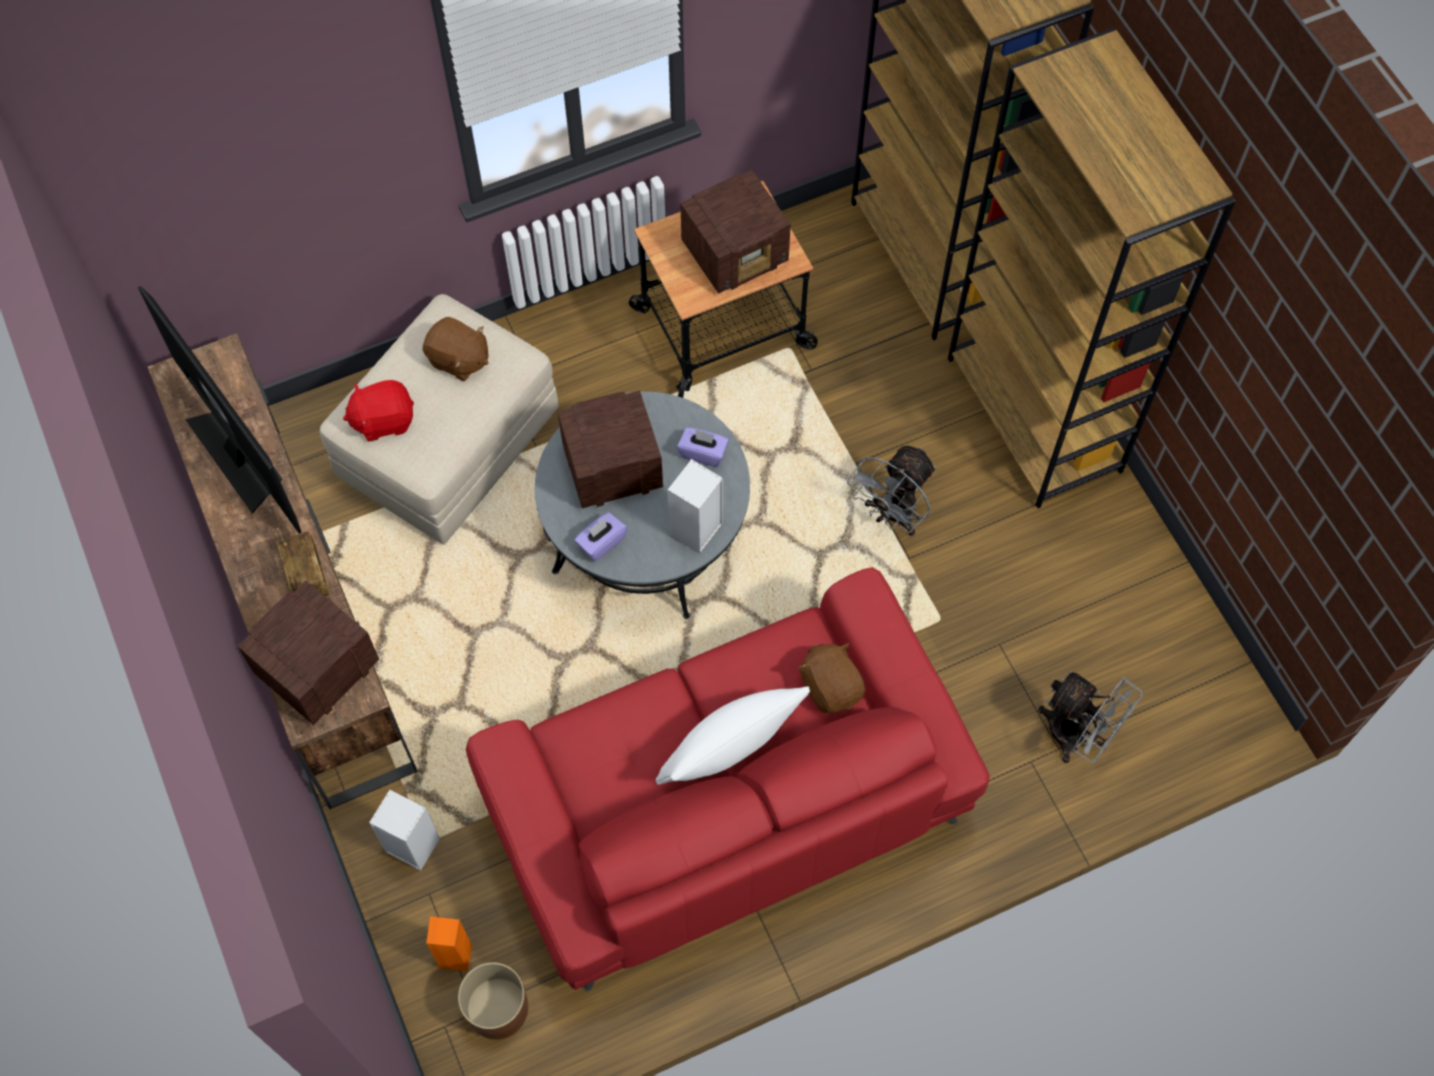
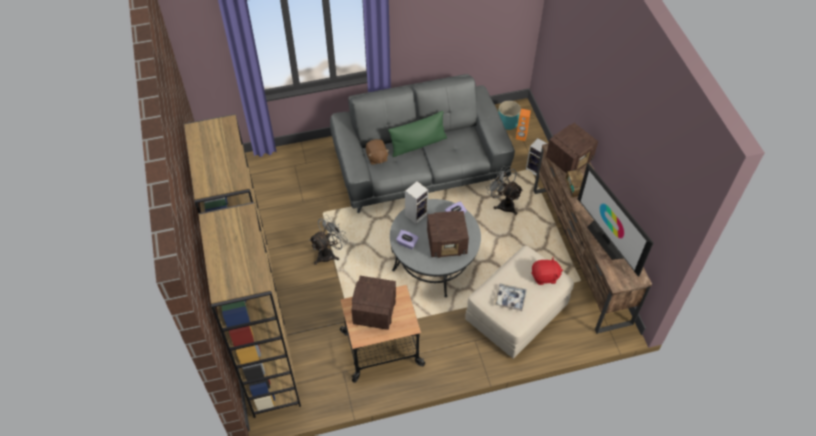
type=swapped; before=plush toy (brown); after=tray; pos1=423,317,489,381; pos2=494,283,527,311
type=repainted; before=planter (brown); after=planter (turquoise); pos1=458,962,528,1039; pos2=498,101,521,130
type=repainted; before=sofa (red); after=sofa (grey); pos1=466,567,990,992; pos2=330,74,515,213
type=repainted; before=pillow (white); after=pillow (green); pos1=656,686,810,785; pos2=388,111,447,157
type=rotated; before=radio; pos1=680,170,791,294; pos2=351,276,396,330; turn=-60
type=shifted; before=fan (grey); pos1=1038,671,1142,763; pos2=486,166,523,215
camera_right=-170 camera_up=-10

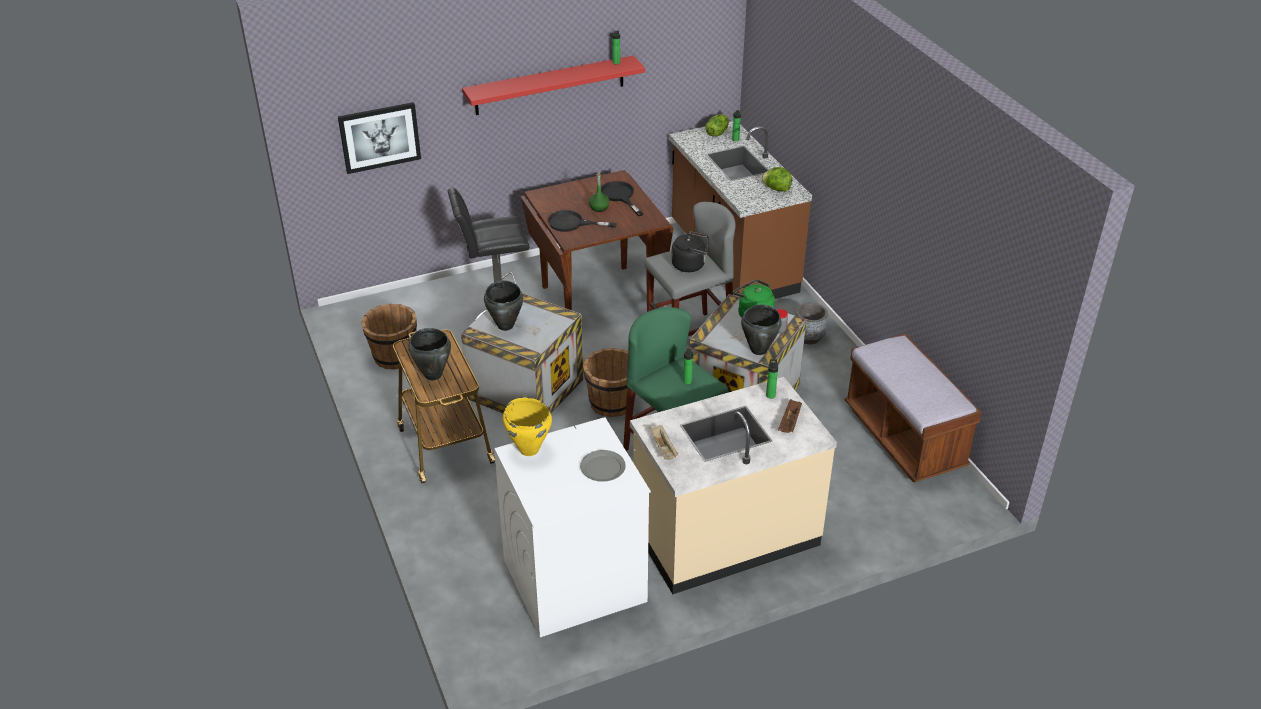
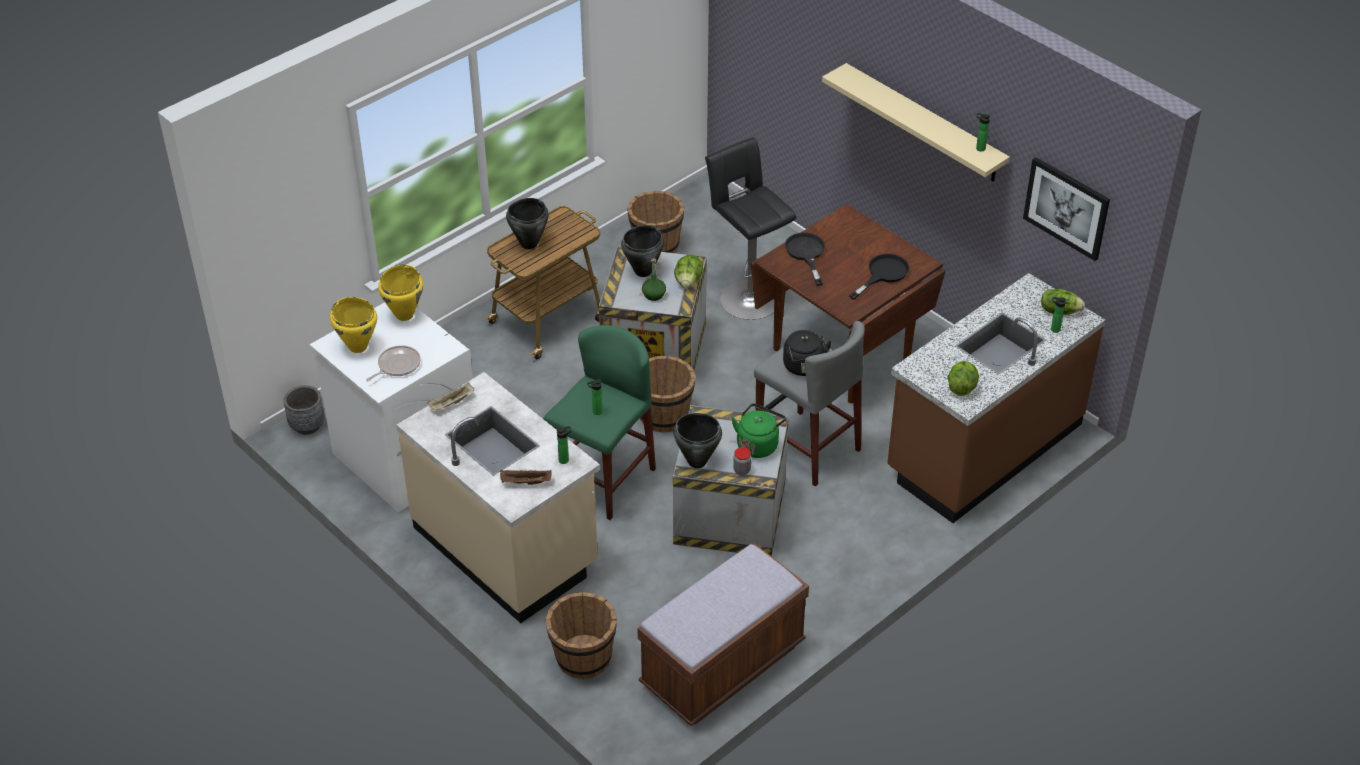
type=shifted; before=picture; pos1=338,102,421,174; pos2=1023,157,1110,261
type=repainted; before=shelf (red); after=shelf (beige); pos1=462,56,645,115; pos2=822,63,1010,182
type=swapped; before=plate (grey); after=frying pan; pos1=580,450,626,482; pos2=366,345,421,381
type=shifted; before=bottle (green); pos1=589,173,610,212; pos2=642,258,666,301
type=shifted; before=planter (grey); pos1=795,303,828,345; pos2=284,385,325,435
type=new; after=cooking pot (yellow); pos2=330,297,377,353
type=new; after=bucket (brown); pos2=545,592,617,679
type=new; after=lettuce; pos2=674,255,703,288
camera_right=70 camera_up=5

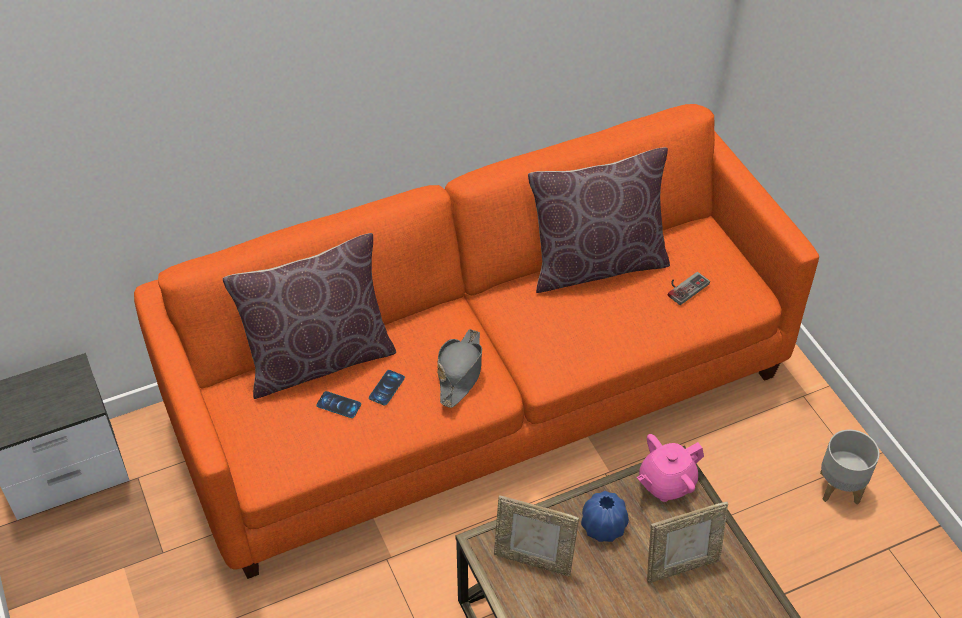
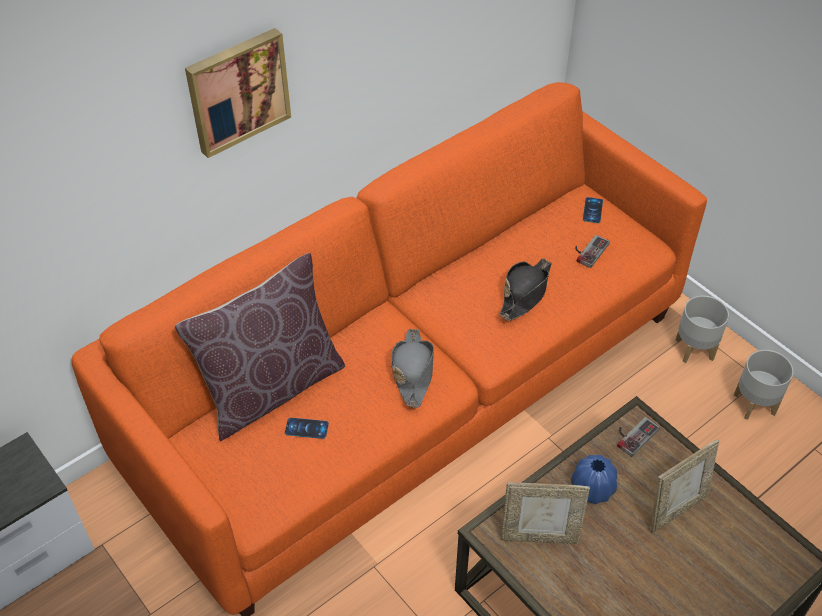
type=shifted; before=phone; pos1=369,370,405,406; pos2=583,197,603,223
type=gone; before=pillow (brown); pos1=528,147,670,293
type=swapped; before=teapot (pink); after=game controller; pos1=637,434,704,502; pos2=617,417,660,457
type=new; after=picture; pos2=185,28,291,158
type=new; after=hat (black); pos2=500,258,552,321
type=new; after=planter (grey); pos2=676,295,729,363
camera_right=-15 camera_up=0

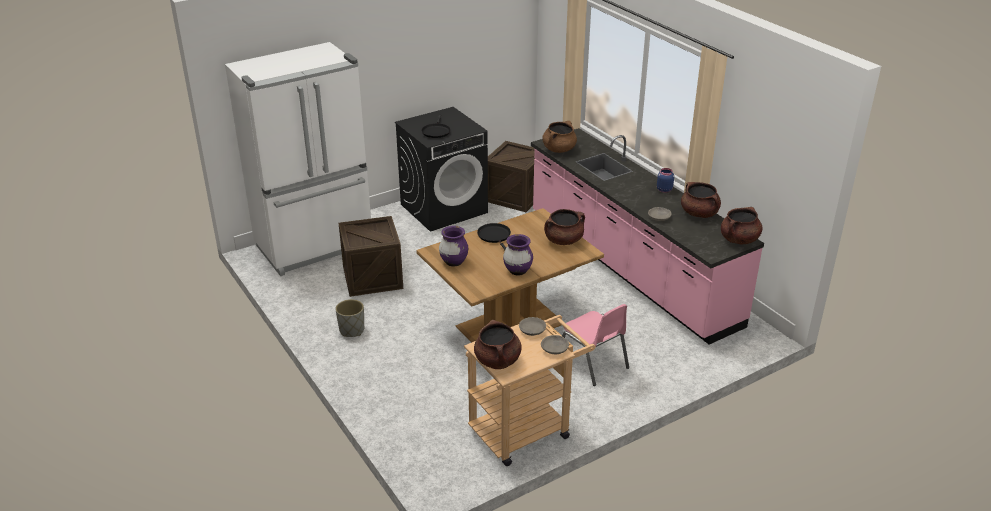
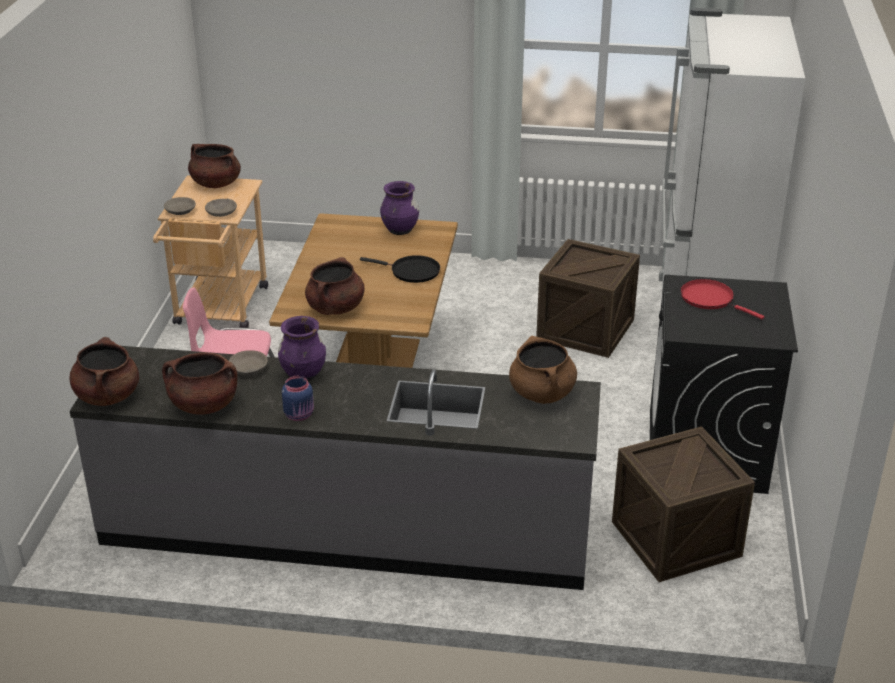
type=gone; before=planter (grey); pos1=335,299,364,337
type=repainted; before=frying pan (black); after=frying pan (red); pos1=421,115,451,138; pos2=680,279,764,320
type=shifted; before=vase (purple); pos1=503,234,533,276; pos2=278,316,326,381
type=repainted; before=counter (pink); after=counter (grey); pos1=531,128,764,344; pos2=70,346,601,590
camera_right=130 camera_up=0

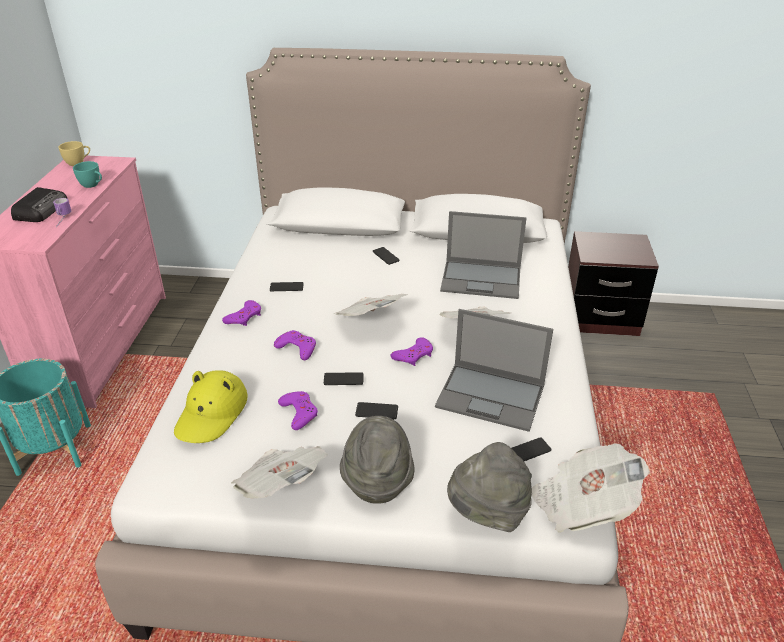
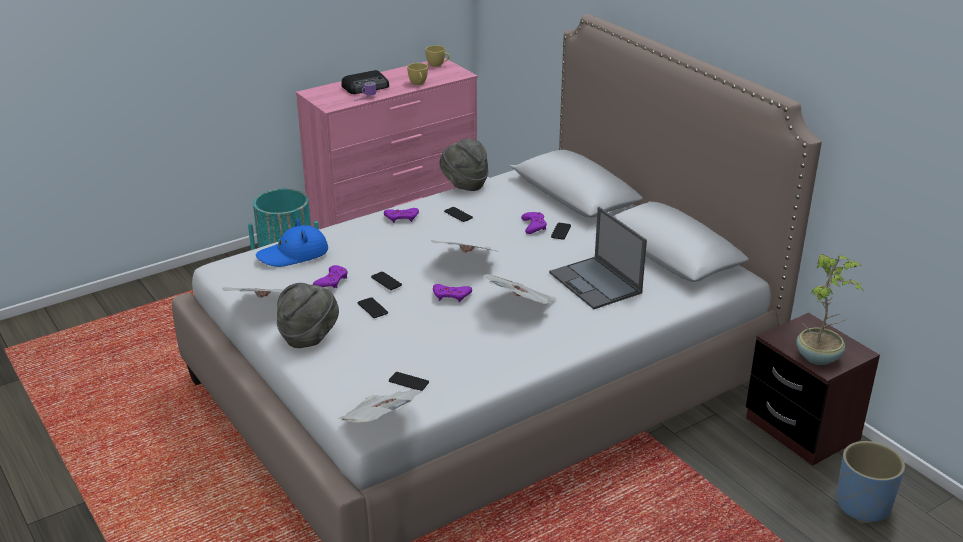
type=repainted; before=cup (turquoise); after=cup (yellow); pos1=73,161,102,188; pos2=407,63,428,85
type=repainted; before=hat (yellow); after=hat (blue); pos1=174,370,248,443; pos2=256,219,328,267
type=shifted; before=game controller (purple); pos1=274,330,316,360; pos2=521,212,547,234
type=gone; before=laptop; pos1=435,309,553,432
type=shifted; before=hat (grey); pos1=447,442,532,532; pos2=440,139,489,191
type=new; after=potted plant; pos2=796,254,864,365
type=new; after=planter (blue); pos2=836,441,905,523
camera_right=50 camera_up=-5

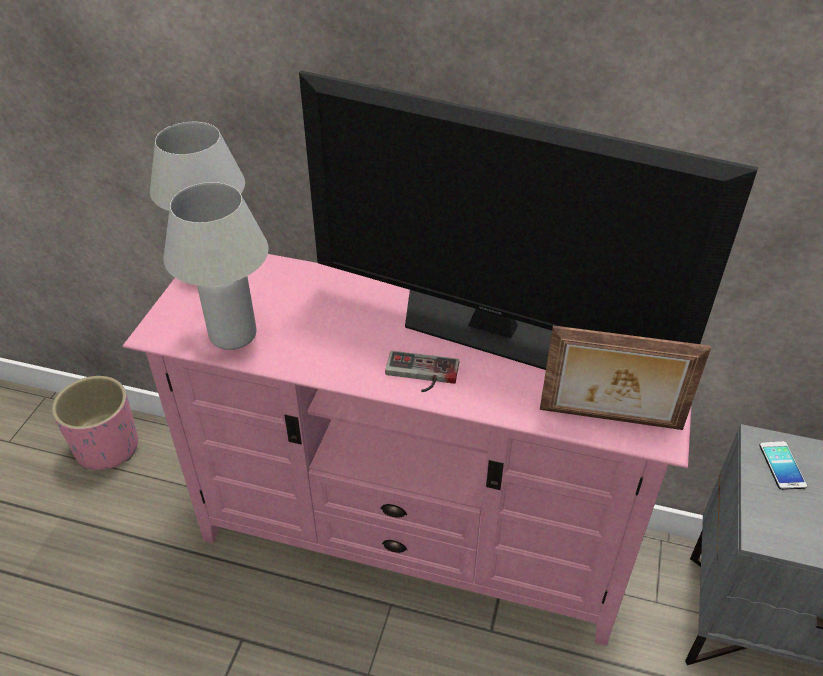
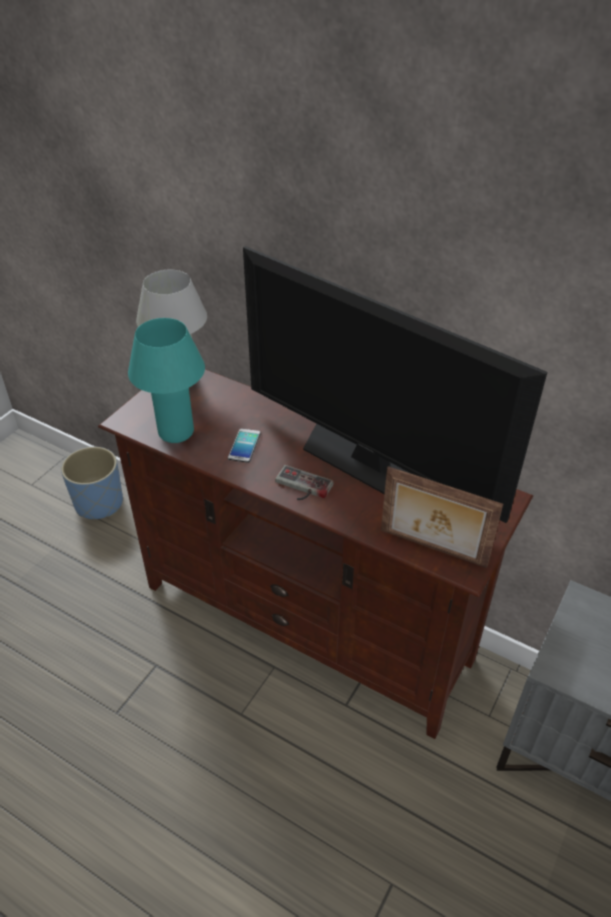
type=repainted; before=planter (pink); after=planter (blue); pos1=52,376,138,470; pos2=61,447,123,519
type=repainted; before=tv stand (pink); after=tv stand (brown); pos1=123,254,692,646; pos2=98,369,533,739
type=repainted; before=table lamp (white); after=table lamp (turquoise); pos1=163,182,269,350; pos2=128,318,205,443
type=shifted; before=phone; pos1=759,441,807,490; pos2=228,428,261,463
camera_right=15 camera_up=0

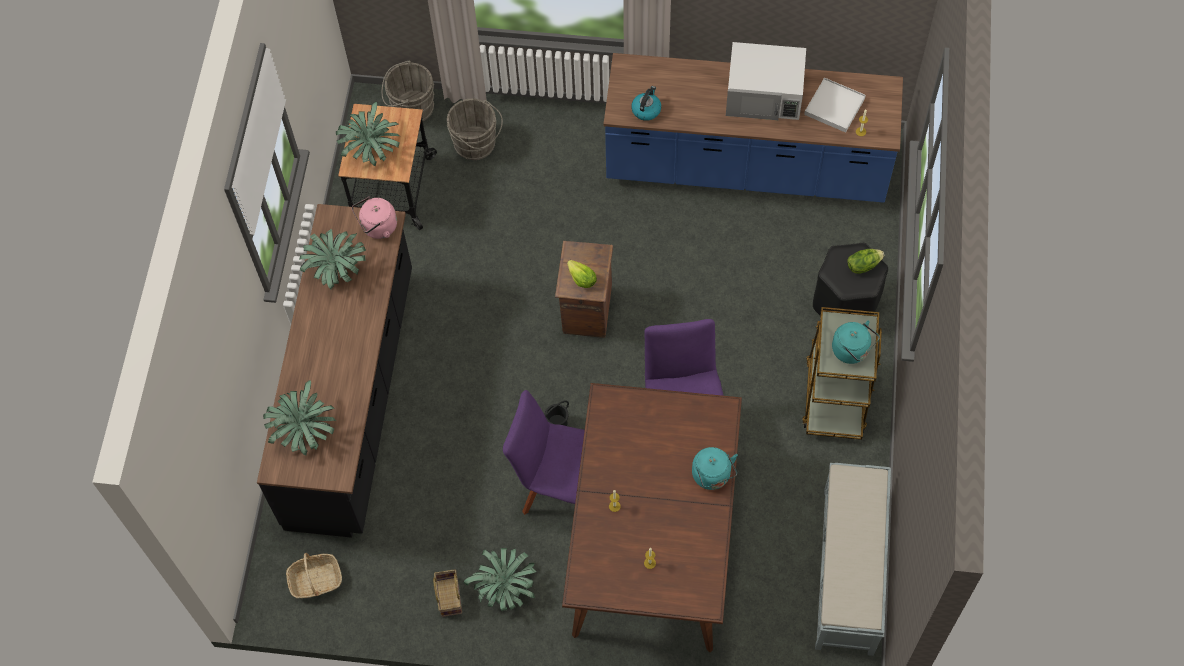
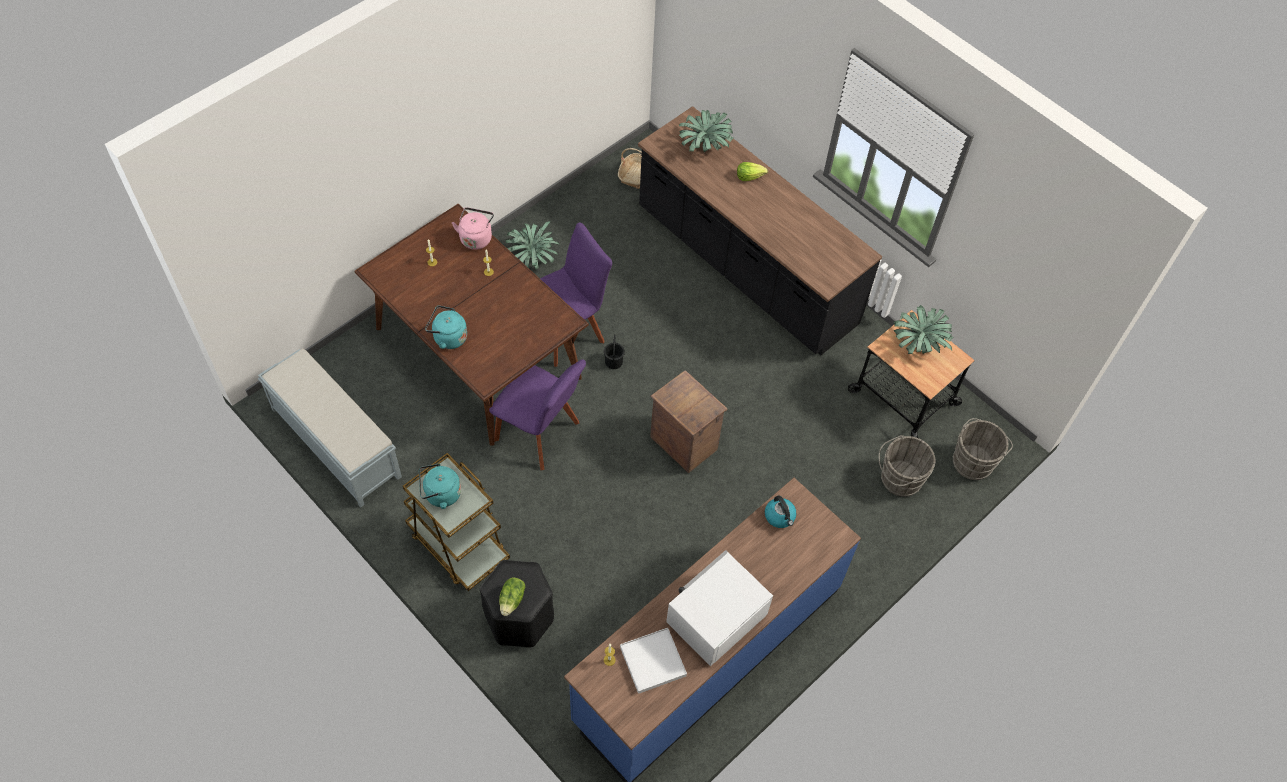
type=gone; before=potted plant; pos1=299,229,366,289
type=shifted; before=kettle (pink); pos1=352,197,397,239; pos2=452,207,494,250
type=gone; before=basket; pos1=433,569,462,617
type=shifted; before=lettuce; pos1=567,260,597,288; pos2=737,162,768,181
camera_right=125 camera_up=-5

